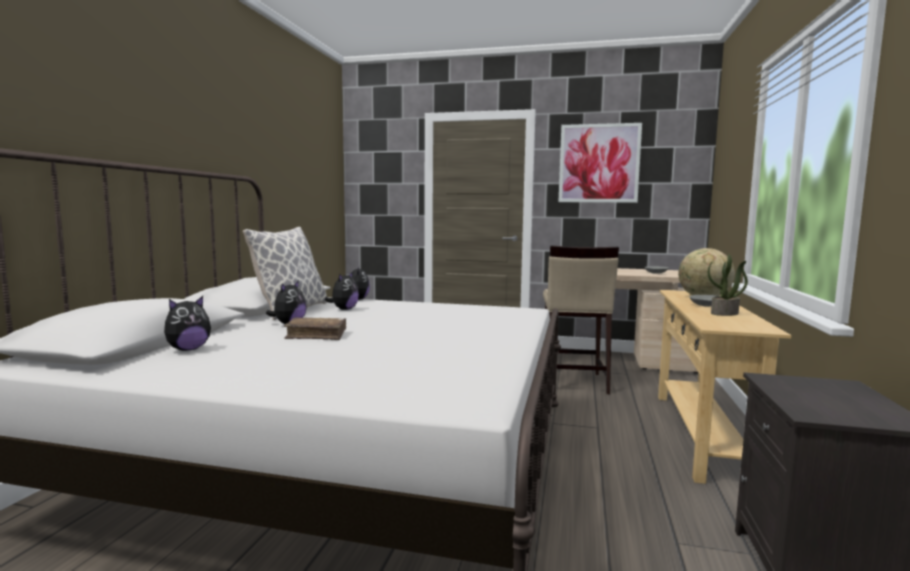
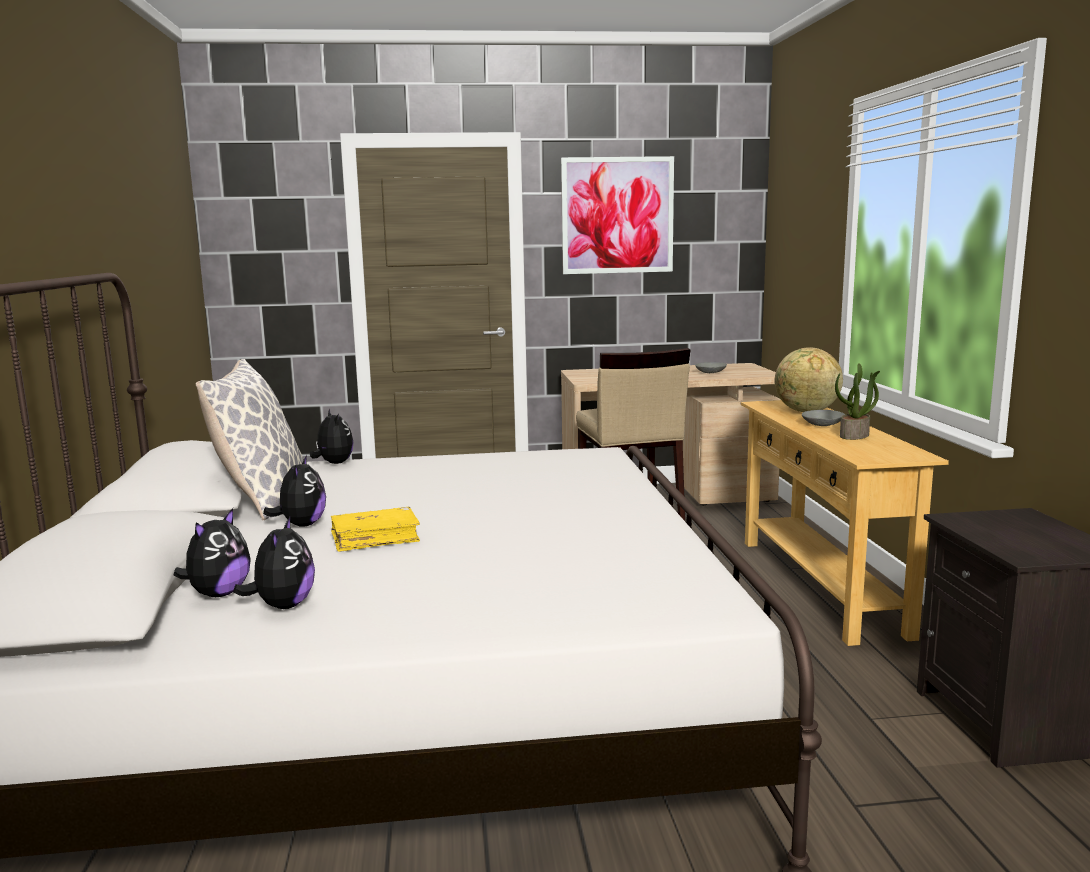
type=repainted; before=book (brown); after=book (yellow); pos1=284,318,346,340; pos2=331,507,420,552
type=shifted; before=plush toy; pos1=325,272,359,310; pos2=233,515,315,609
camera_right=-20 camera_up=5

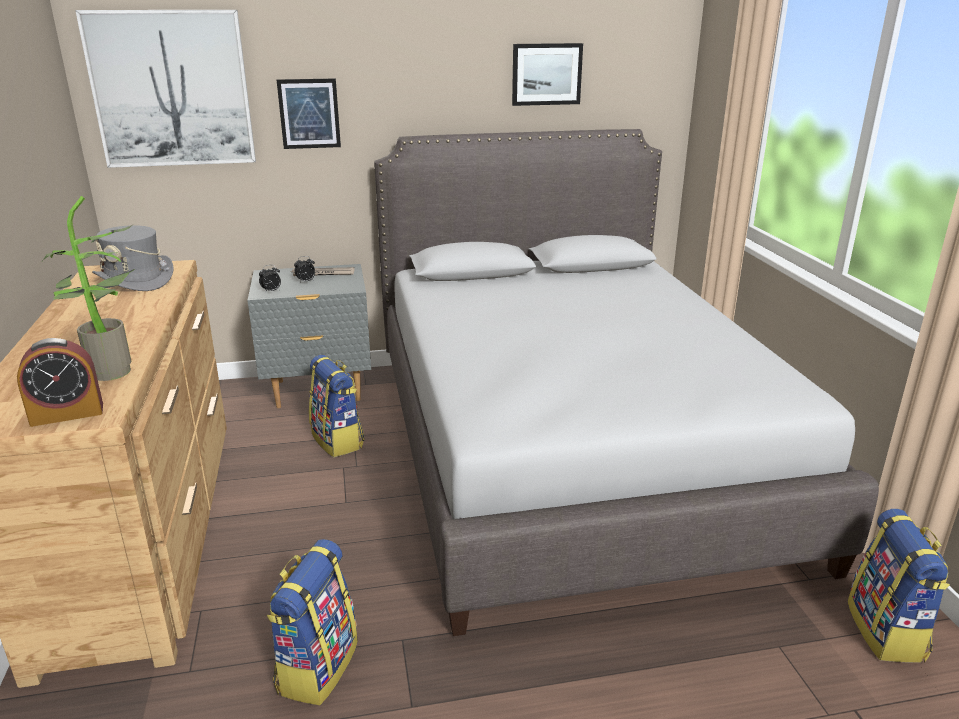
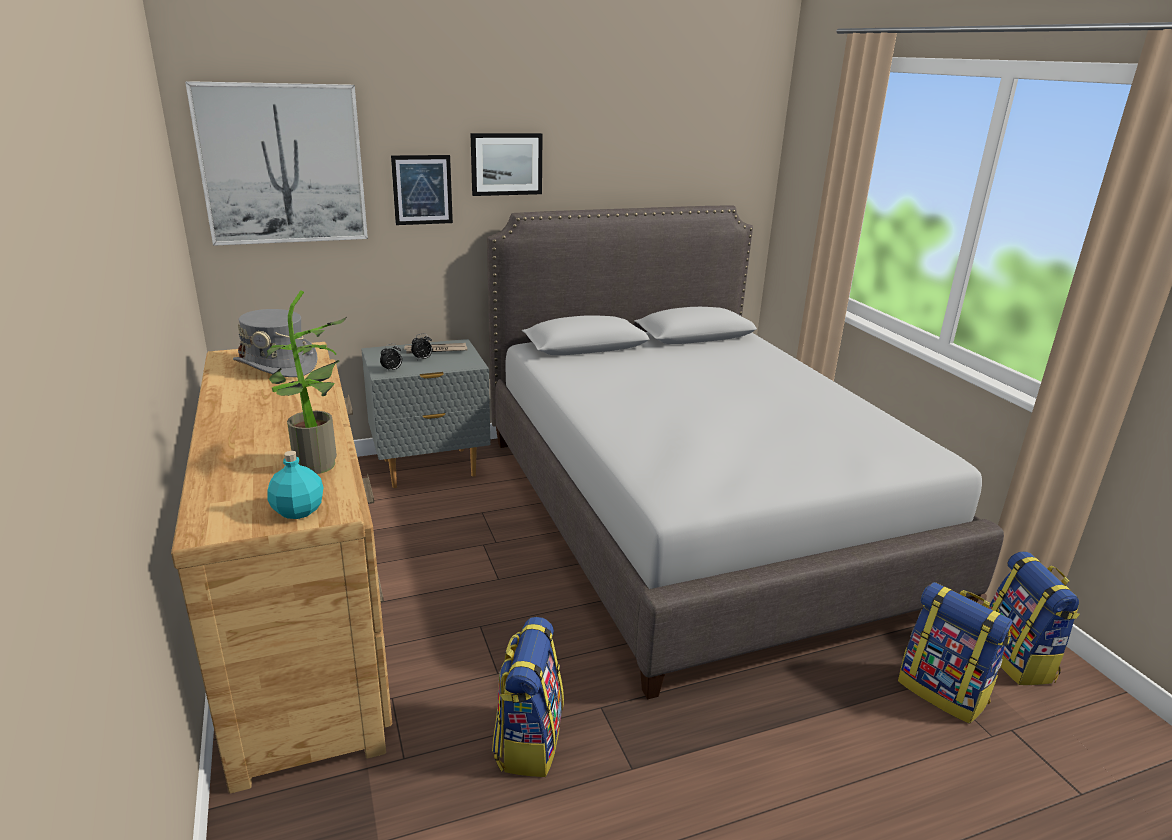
type=swapped; before=alarm clock; after=bottle (turquoise); pos1=17,338,103,427; pos2=267,451,323,519
type=shifted; before=backpack; pos1=309,355,364,457; pos2=898,582,1012,724
type=shifted; before=picture; pos1=512,43,583,106; pos2=471,133,543,196
camera_right=-10 camera_up=0

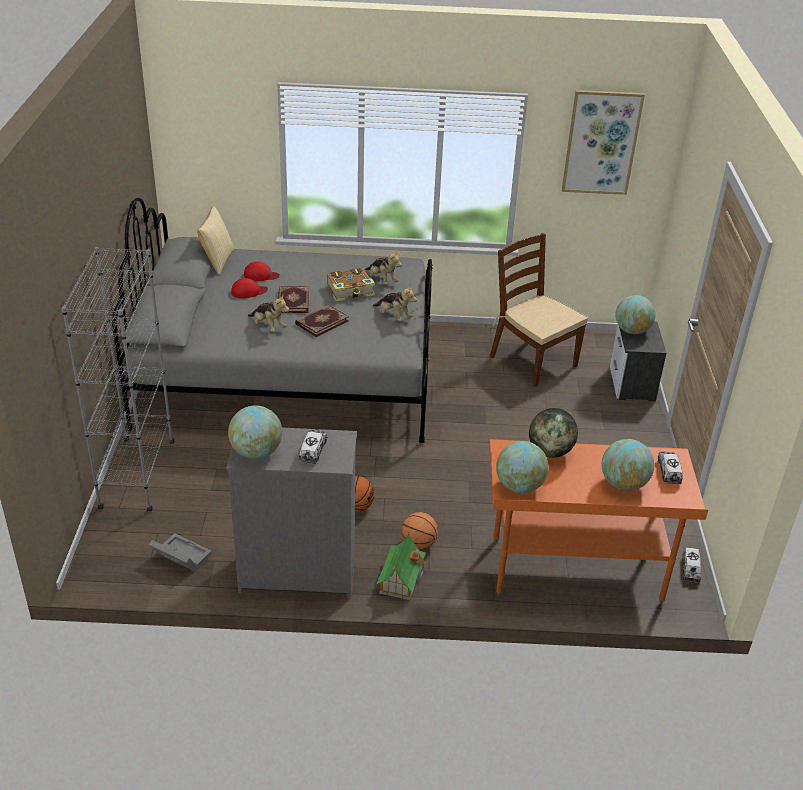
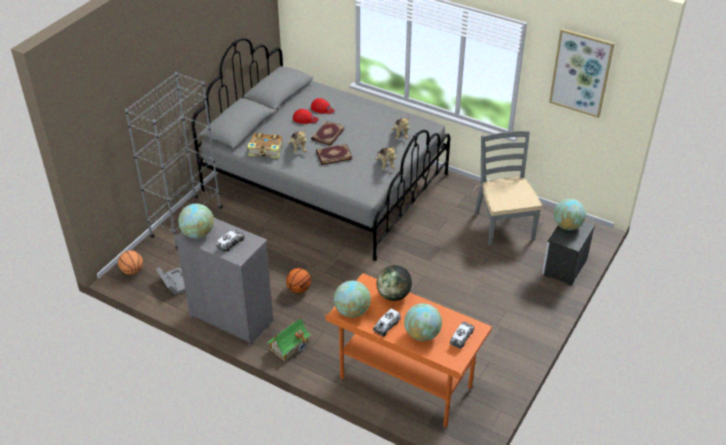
type=gone; before=pillow; pos1=197,206,234,275
type=shifted; before=book; pos1=327,268,375,302; pos2=247,133,282,158
type=shifted; before=basketball; pos1=401,512,438,549; pos2=118,250,143,275
type=repainted; before=chair (brown); after=chair (grey); pos1=490,233,588,387; pos2=473,131,542,246
type=shifted; before=toy truck; pos1=682,547,701,584; pos2=373,308,401,337
camera_right=30 camera_up=5

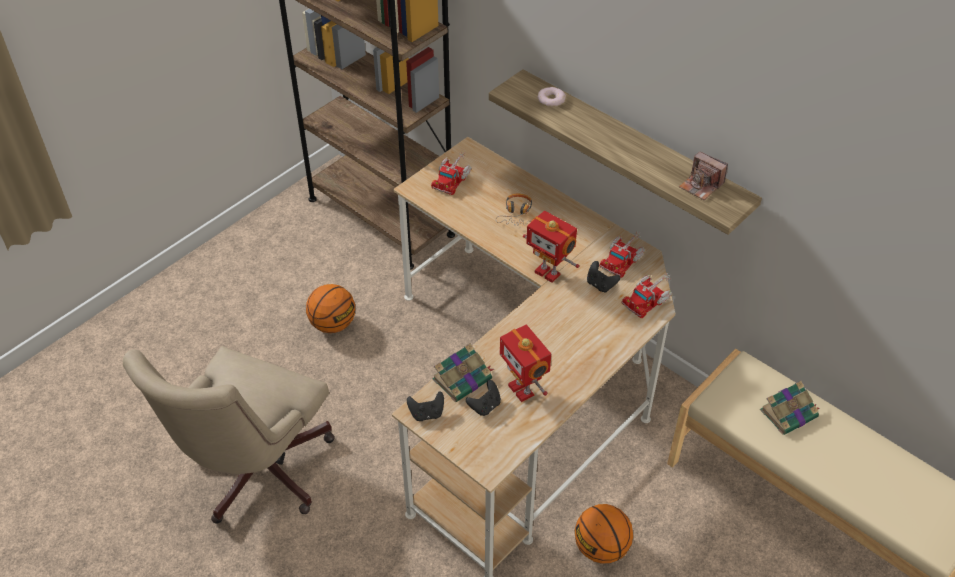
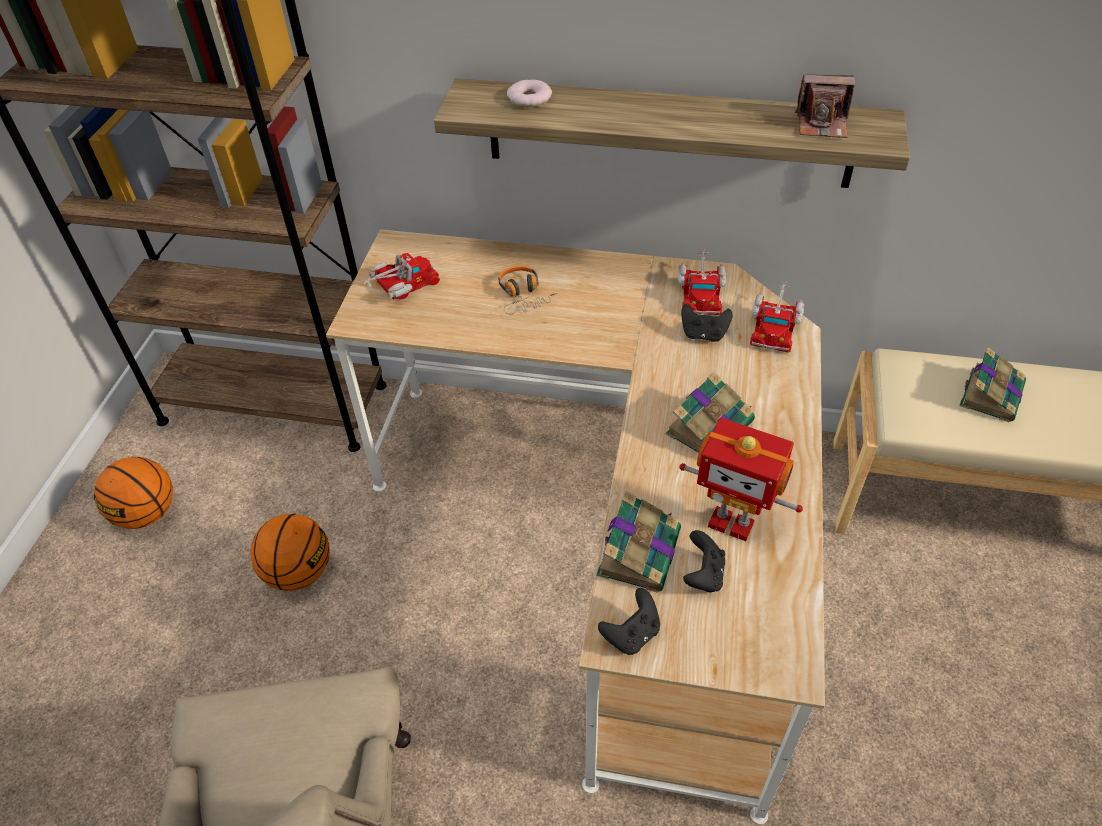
type=rotated; before=toy truck; pos1=431,152,472,195; pos2=361,253,440,300; turn=-120
type=gone; before=toy robot; pos1=523,211,579,283
type=shifted; before=basketball; pos1=575,504,633,563; pos2=94,457,173,529
type=new; after=book; pos2=666,372,755,453
camera_right=-30 camera_up=0

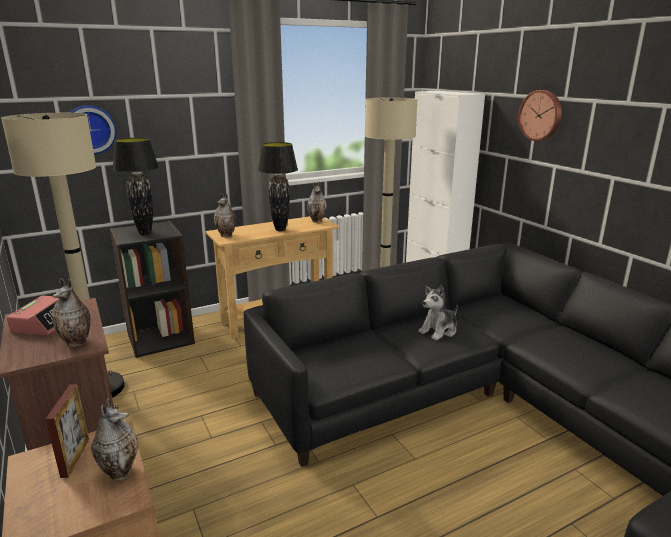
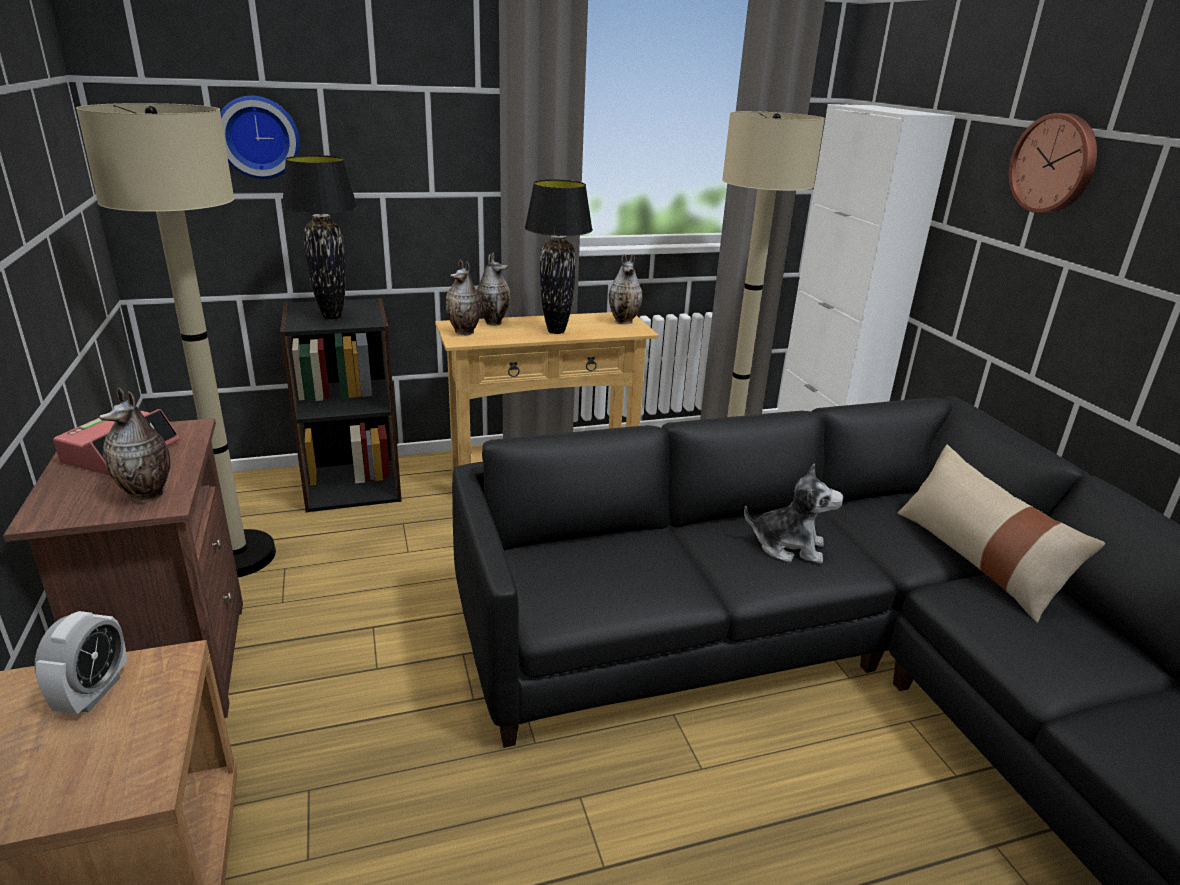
type=swapped; before=picture frame; after=alarm clock; pos1=46,384,89,478; pos2=35,611,127,714
type=shifted; before=vase; pos1=91,398,138,480; pos2=476,252,511,325
type=rotated; before=plush toy; pos1=418,285,458,340; pos2=744,463,844,563; turn=-135
type=new; after=pillow (beige); pos2=898,445,1105,623
camera_right=10 camera_up=5

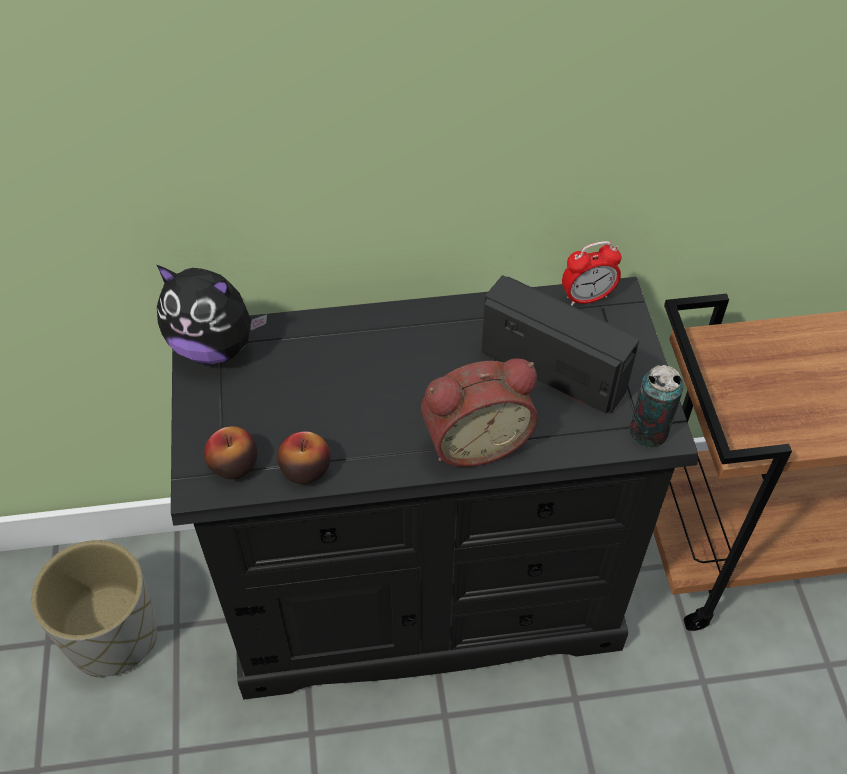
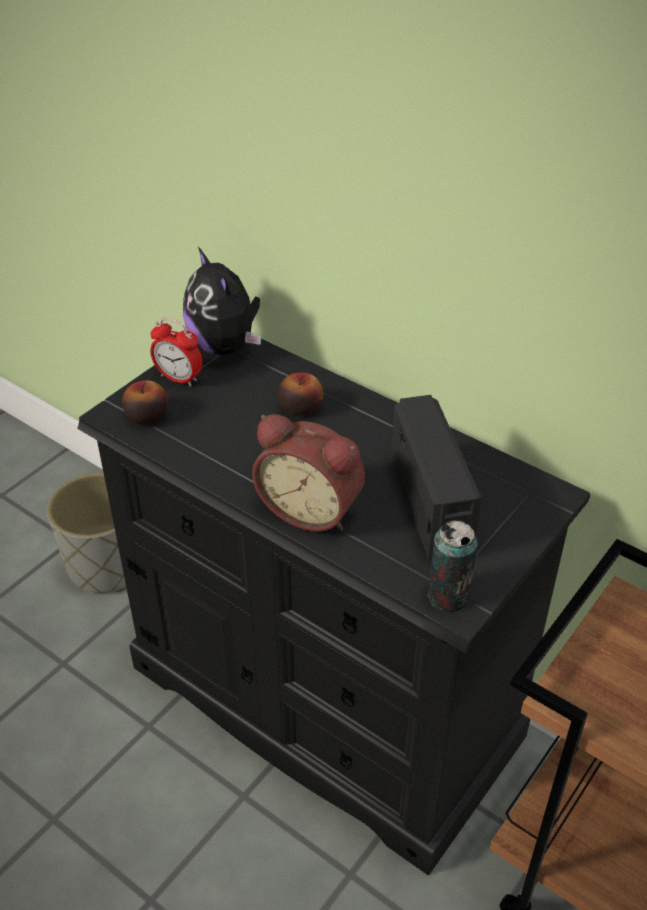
type=shifted; before=apple; pos1=277,431,331,484; pos2=278,372,324,415
type=shifted; before=alarm clock; pos1=562,241,622,306; pos2=150,318,202,387
camera_right=45 camera_up=-10

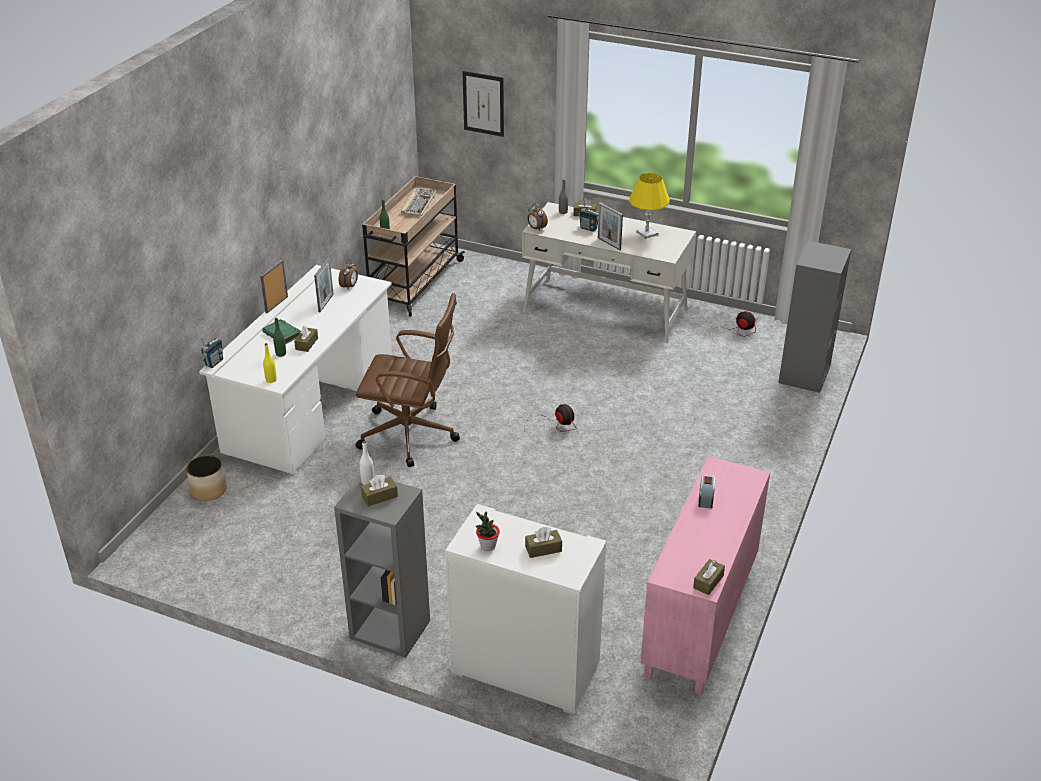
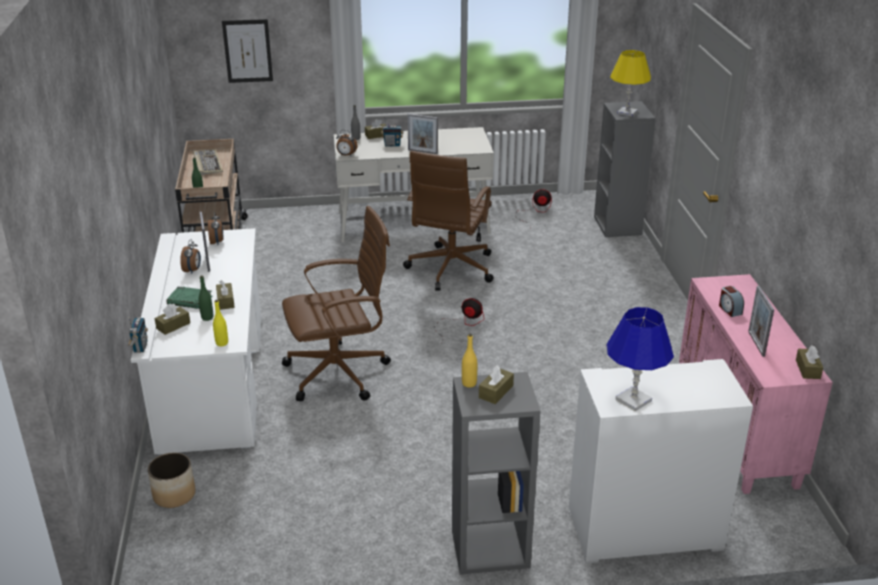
type=shifted; before=picture frame; pos1=260,260,288,313; pos2=748,286,774,357
type=repainted; before=bottle (white); after=bottle (yellow); pos1=360,441,374,485; pos2=462,334,477,388
type=swapped; before=potted plant; after=table lamp (blue); pos1=476,511,500,551; pos2=607,307,674,411
type=shifted; before=tissue box (brown); pos1=525,527,562,558; pos2=155,304,190,335
type=shifted; before=table lamp (yellow); pos1=629,173,670,239; pos2=610,50,651,117
type=new; after=alarm clock; pos2=180,239,201,274
type=new; after=office chair (brown); pos2=403,151,494,290
camera_right=-30 camera_up=-5

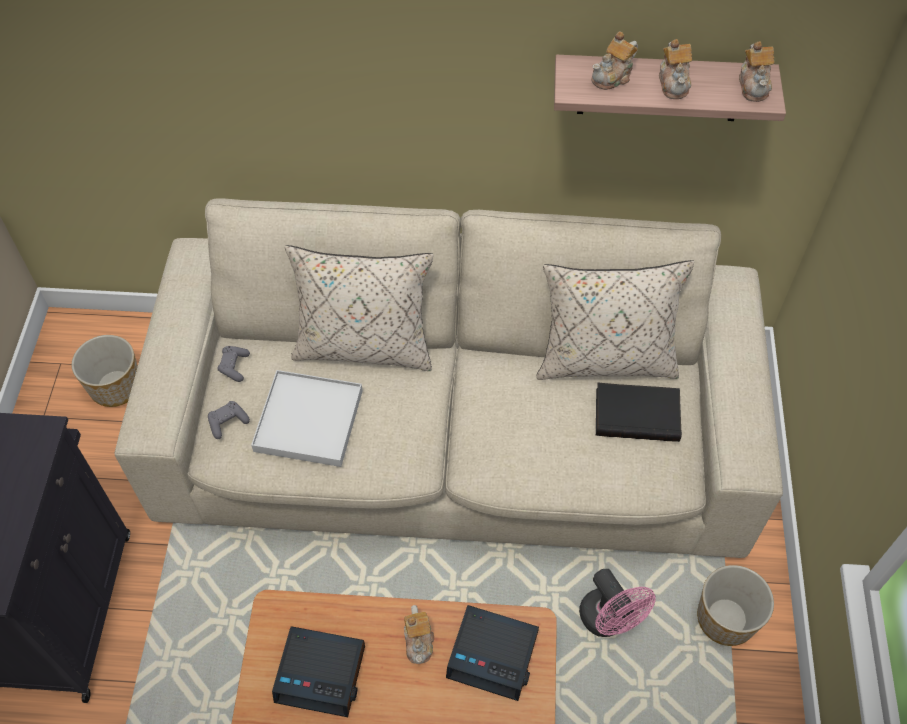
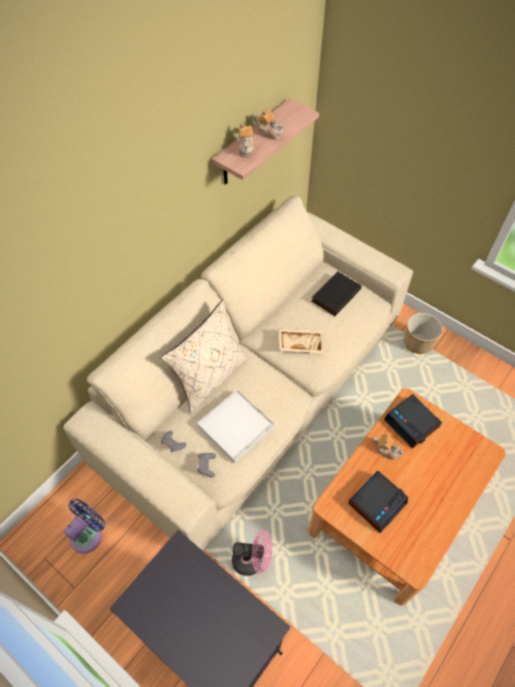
type=swapped; before=planter; after=fan (blue); pos1=72,335,138,407; pos2=64,498,105,553
type=rotated; before=alarm clock; pos1=446,605,539,701; pos2=384,394,442,449; turn=90
type=gone; before=pillow (beige); pos1=537,260,694,380
type=shifted; before=fan (pink); pos1=579,569,656,637; pos2=232,530,272,576
type=gone; before=teapot; pos1=739,41,774,102
type=new; after=tray (beige); pos2=279,328,324,353
camera_right=-55 camera_up=0

